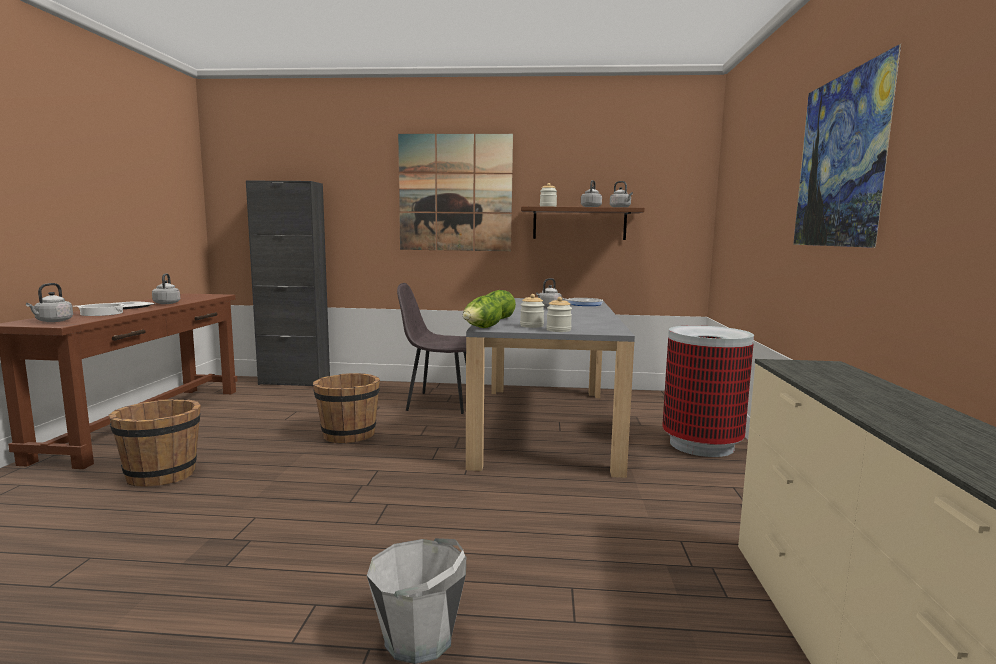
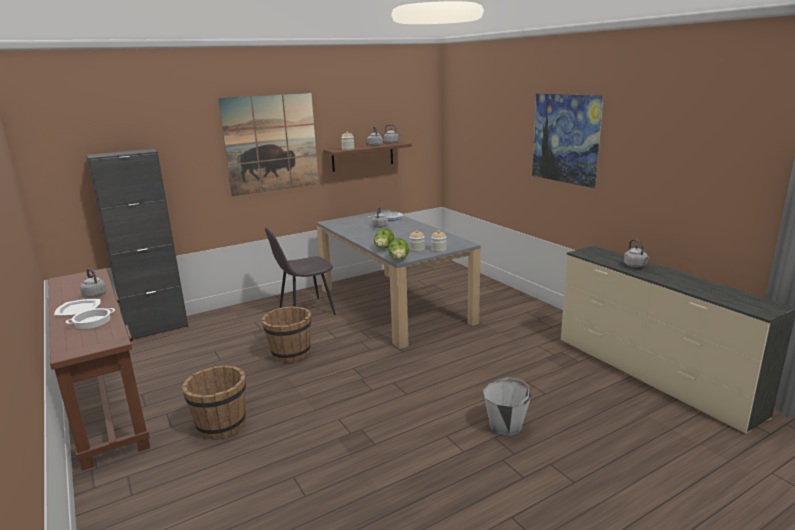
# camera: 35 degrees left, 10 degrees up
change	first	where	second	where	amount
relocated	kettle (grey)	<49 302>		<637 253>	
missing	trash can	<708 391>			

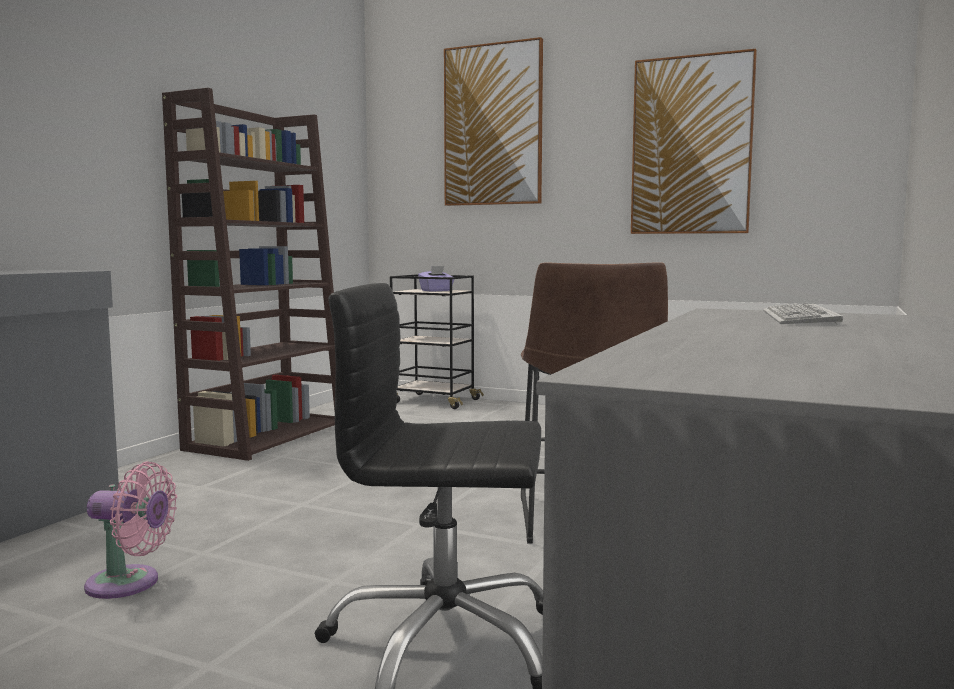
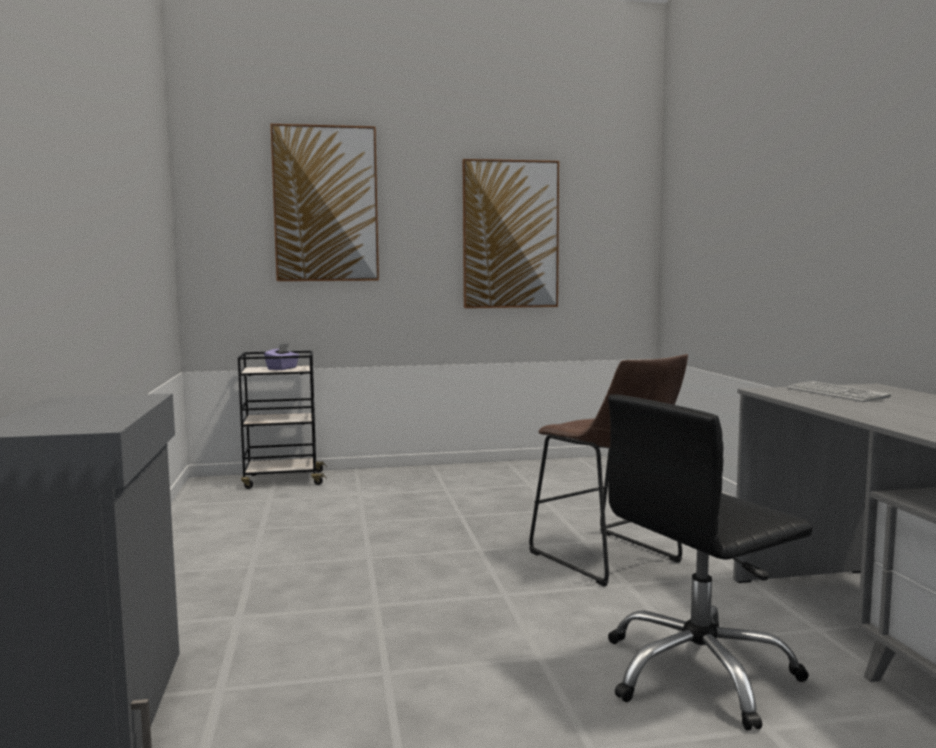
# camera: 35 degrees left, 0 degrees up
change	first	where	second	where	amount
missing	electric fan (pinkish)	<130 530>			
missing	shelving unit (brown)	<249 274>			

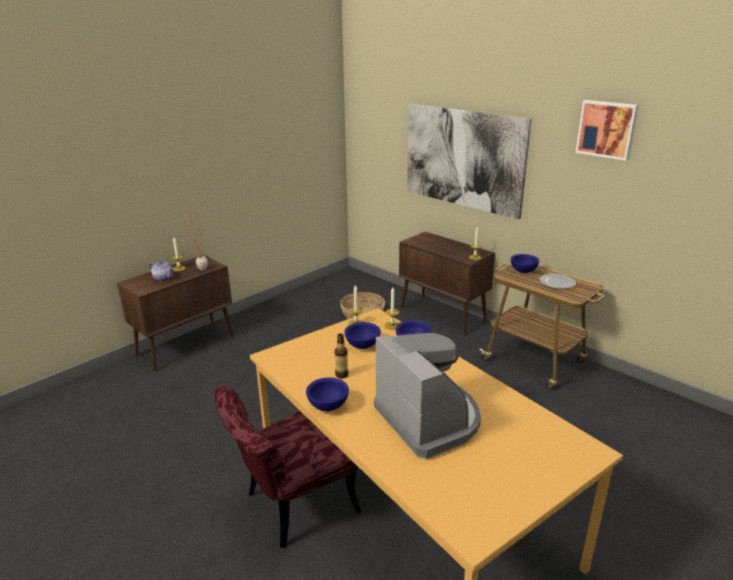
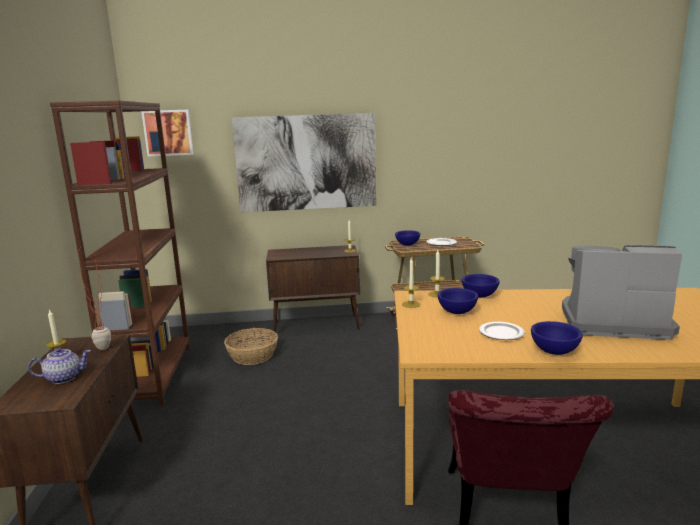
# camera: 50 degrees left, 10 degrees down
change	first	where	second	where	amount
exchanged	beverage bottle	<341 356>	flat dish	<502 331>	
relocated	picture	<607 130>		<167 133>	
appeared			shelving unit (brown)	<120 253>	

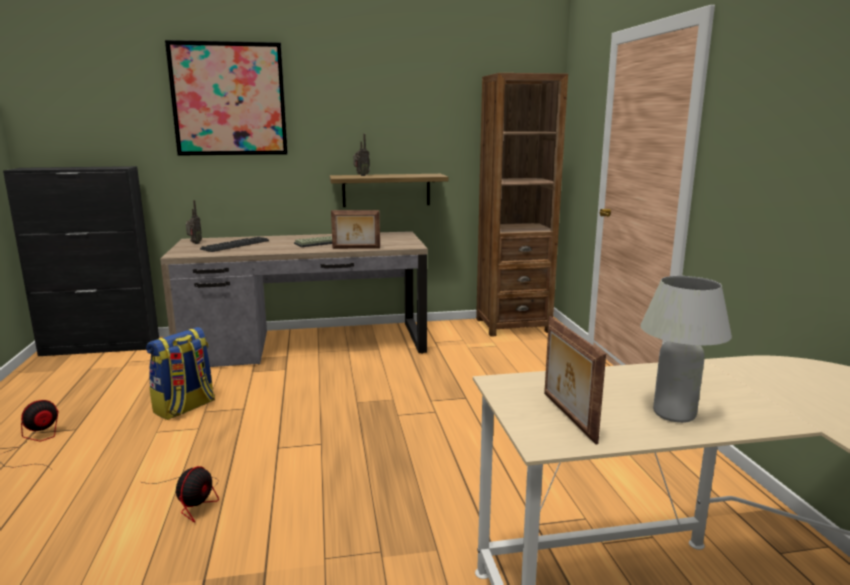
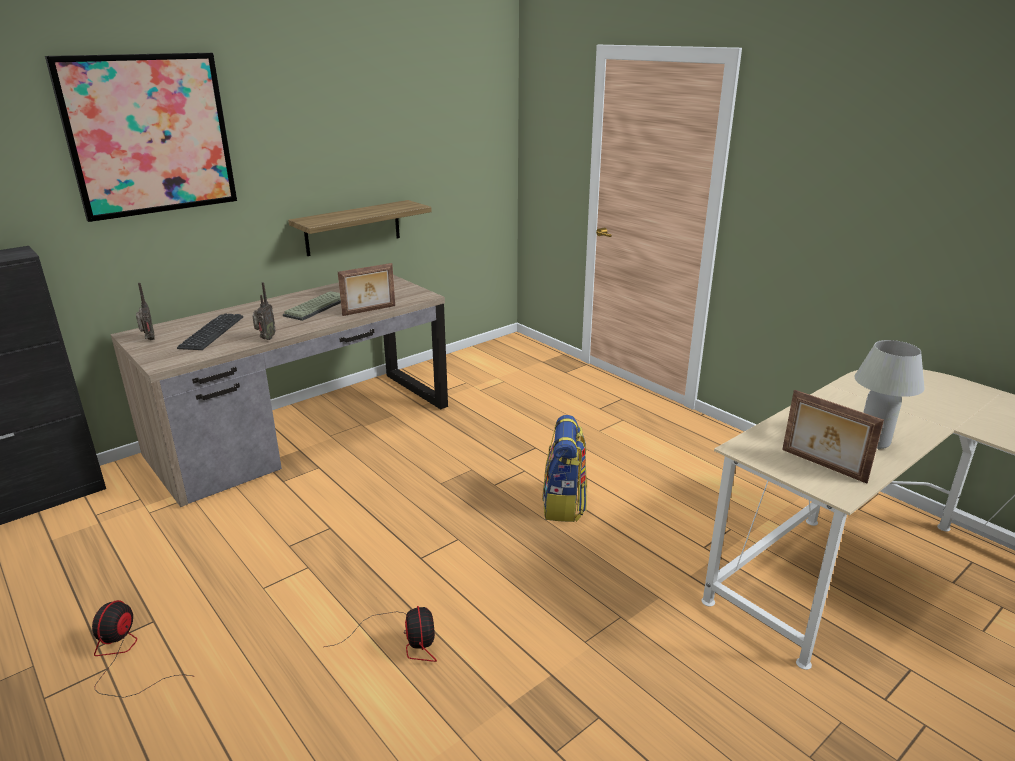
# camera: 30 degrees left, 10 degrees up
change	first	where	second	where	amount
relocated	backpack	<180 373>		<564 468>	
relocated	radio	<361 155>		<264 311>	
missing	shelving unit (brown)	<522 205>			

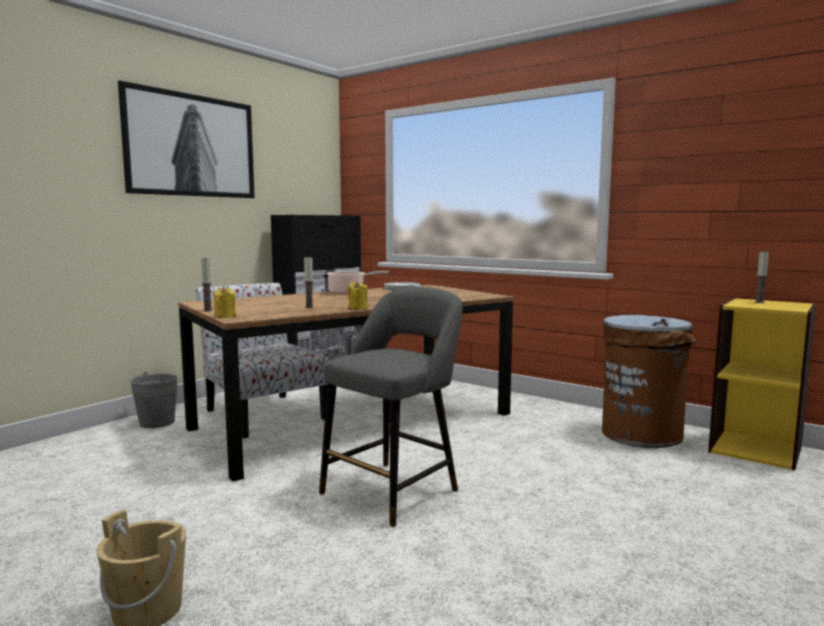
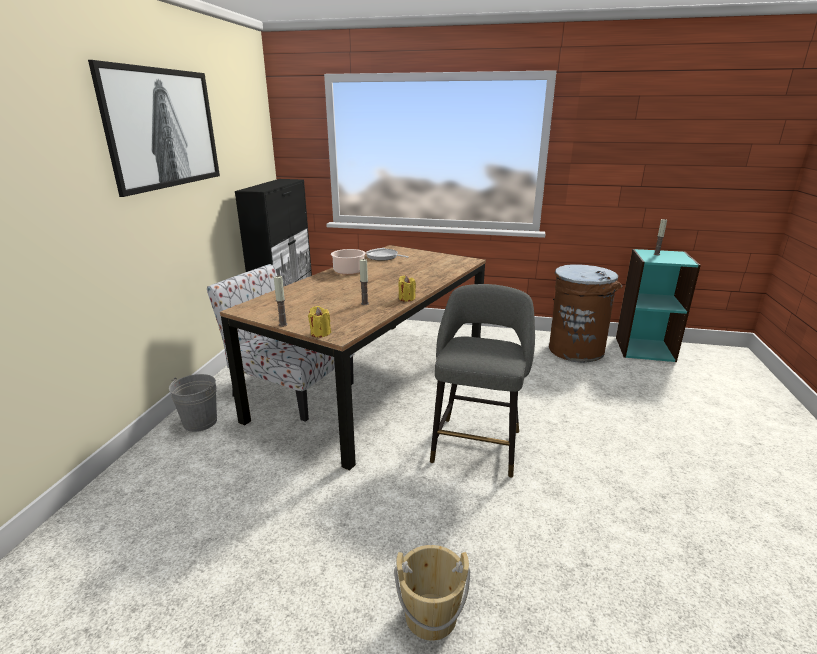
# camera: 25 degrees left, 15 degrees up
change	first	where	second	where	amount
colour	shelving unit (yellow)	<762 384>	shelving unit (turquoise)	<658 305>	

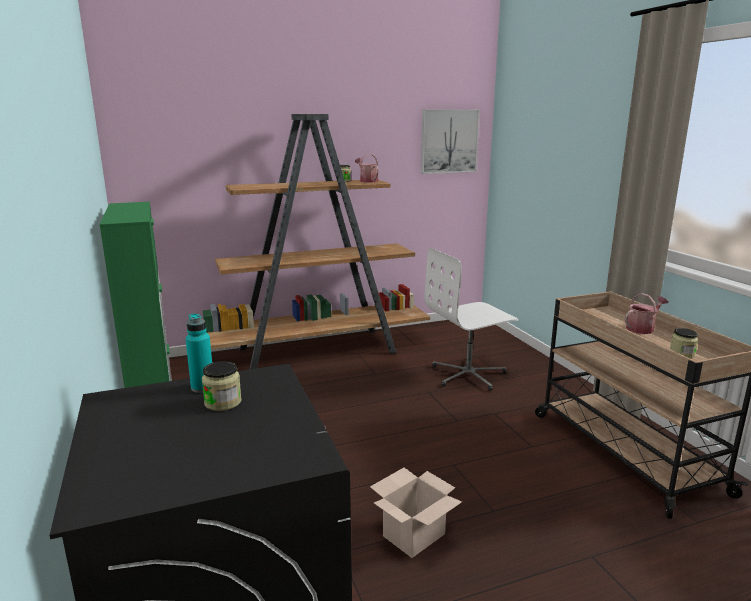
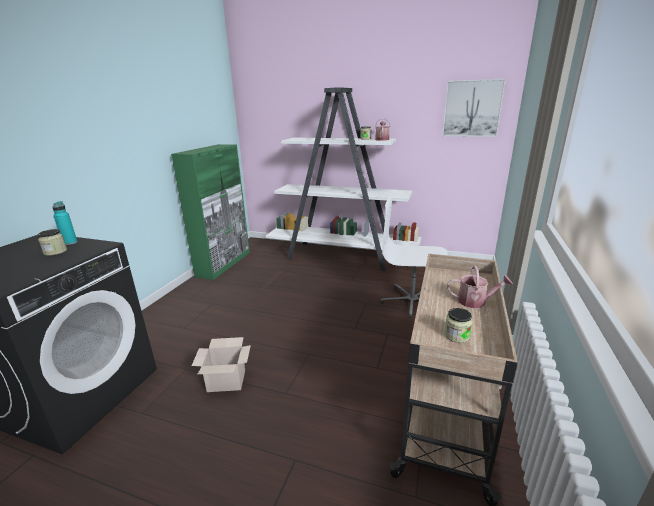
# camera: 40 degrees right, 5 degrees up
change	first	where	second	where	amount
colour	shelving unit (brown)	<316 241>	shelving unit (white-coloured)	<343 179>	

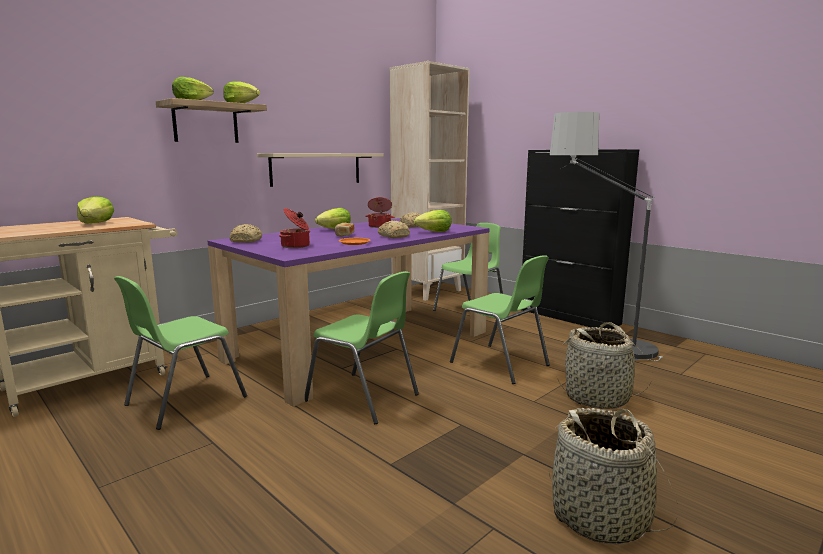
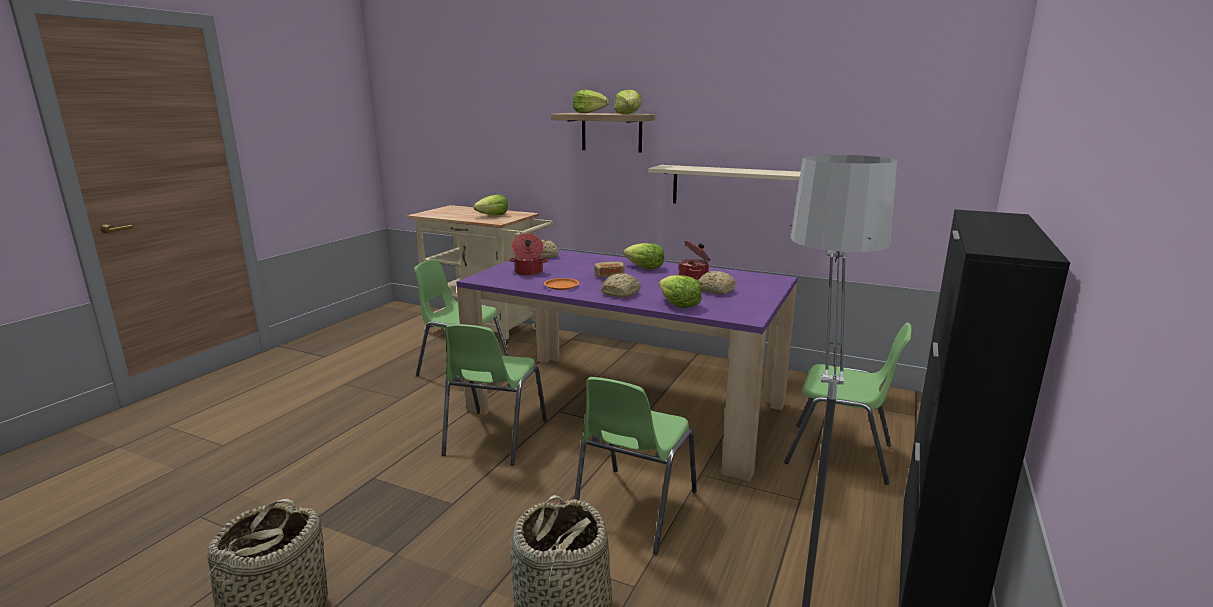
# camera: 70 degrees right, 5 degrees up
change	first	where	second	where	amount
missing	shelving unit (beige)	<430 181>			

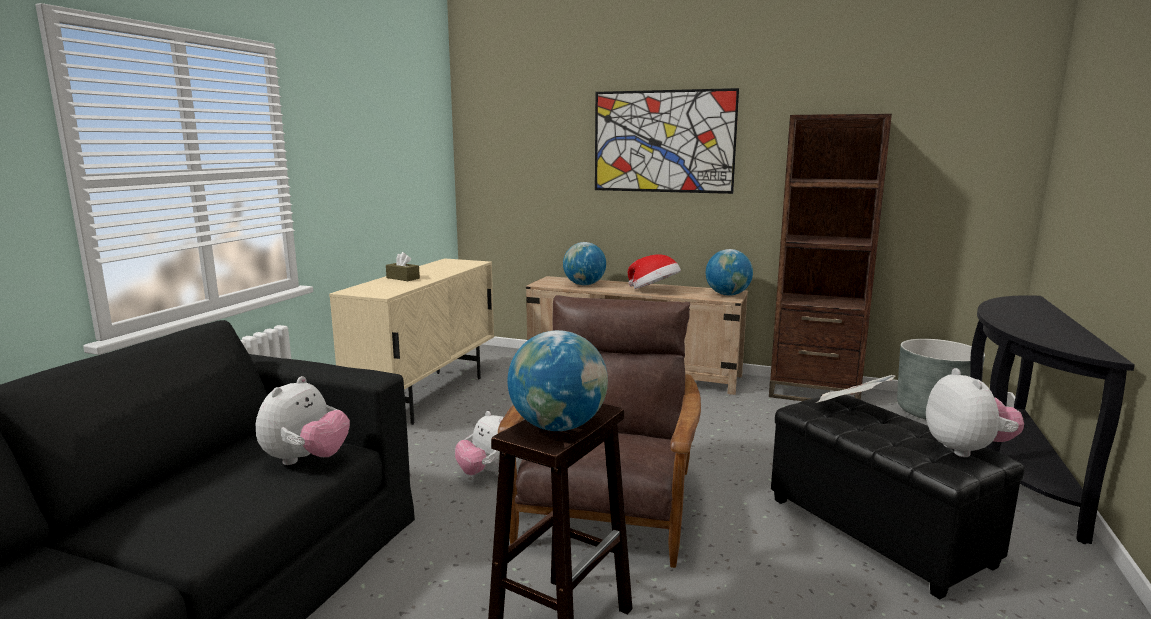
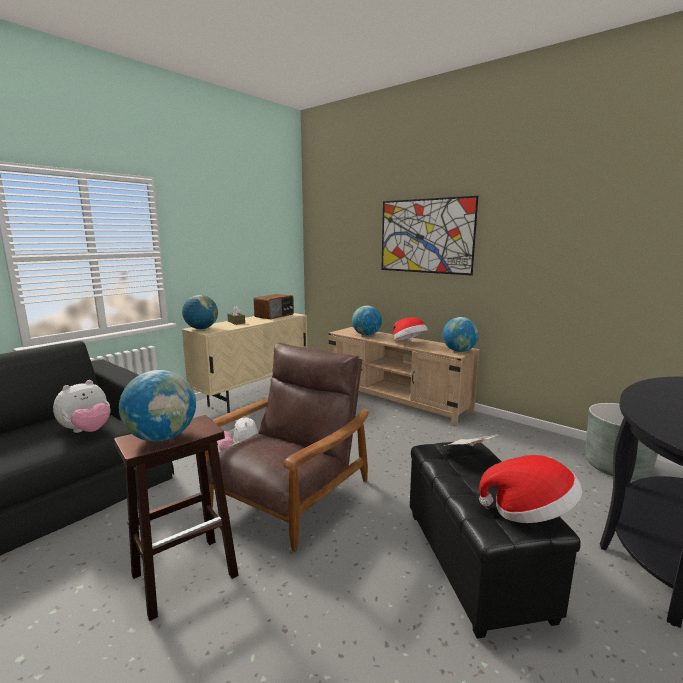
# camera: 20 degrees right, 0 degrees up
change	first	where	second	where	amount
missing	shelving unit (brown)	<830 257>			
exchanged	soft toy	<975 412>	clothing hat	<530 489>	
appeared			world globe	<200 312>	
appeared			radio	<274 306>	

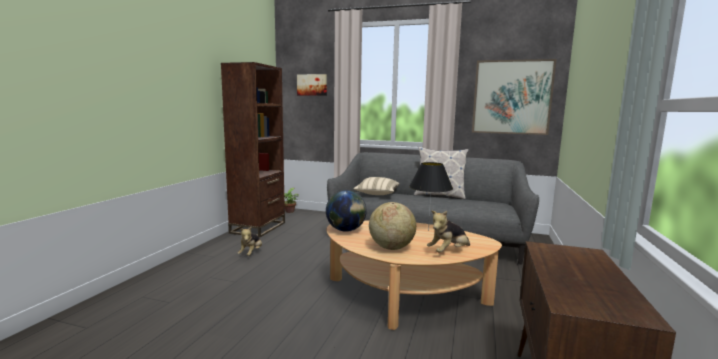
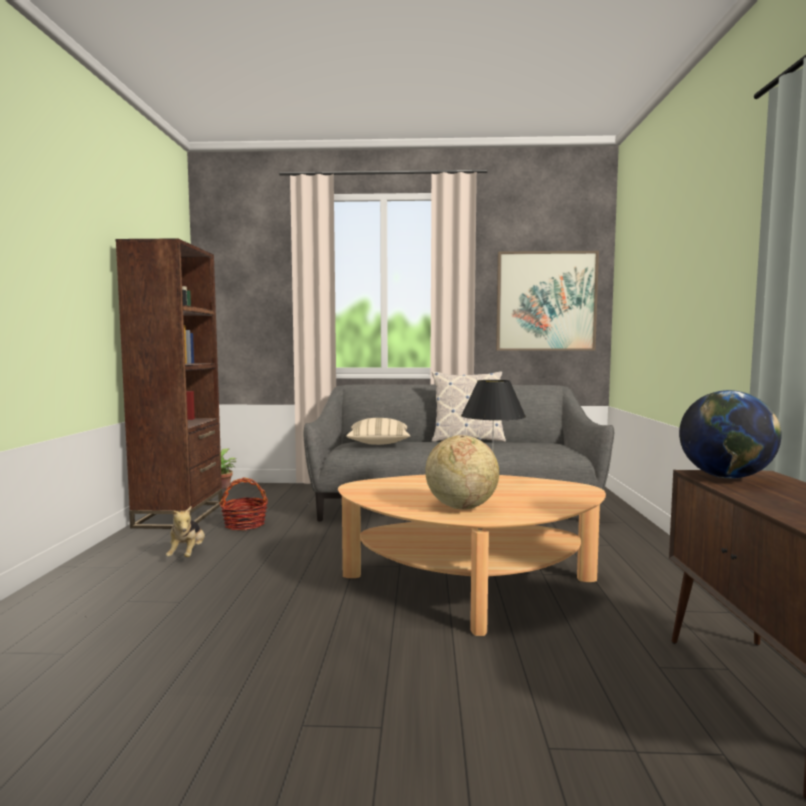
# camera: 15 degrees left, 5 degrees down
change	first	where	second	where	amount
missing	picture	<312 85>			
relocated	world globe	<346 211>		<730 434>	
missing	soft toy	<448 231>			
appeared			household basket	<243 504>	

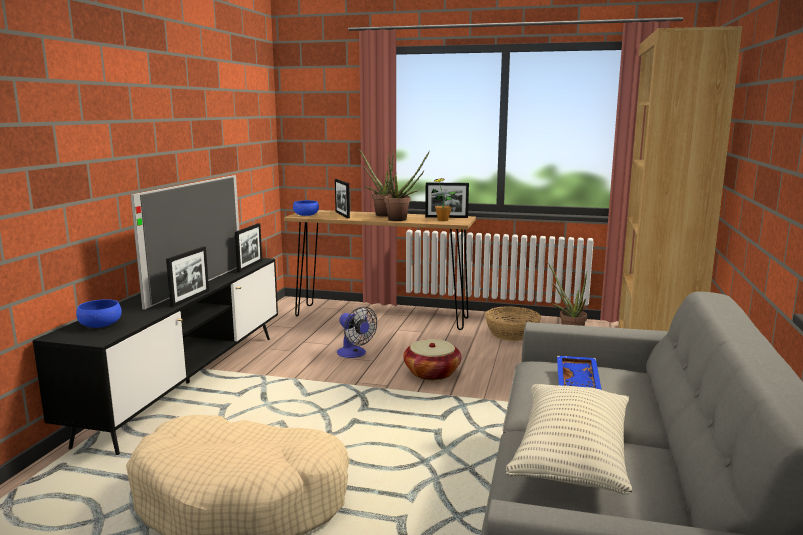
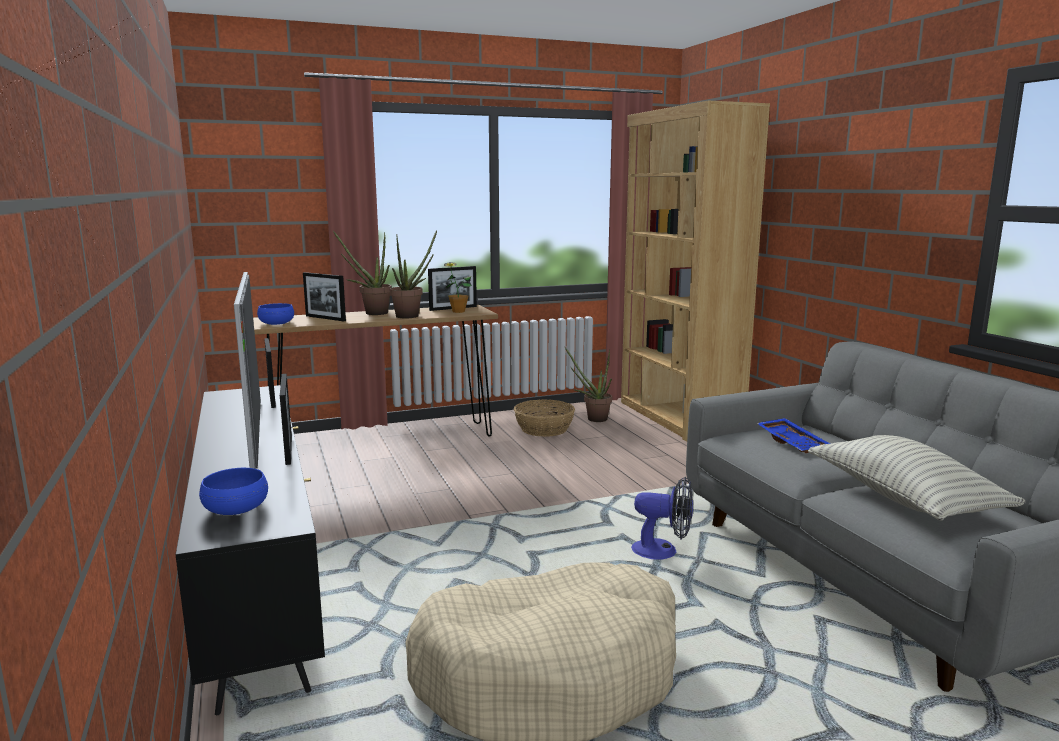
# camera: 35 degrees left, 0 degrees up
change	first	where	second	where	amount
relocated	electric fan	<357 332>		<662 518>	
missing	household basket	<432 360>			

